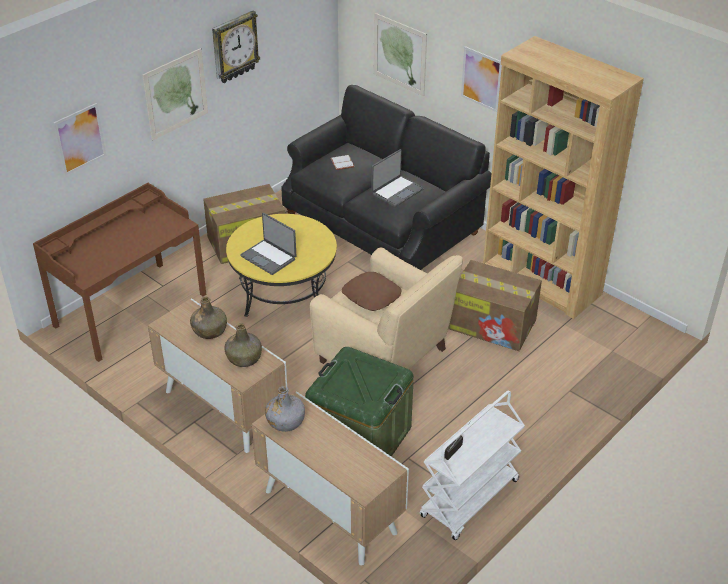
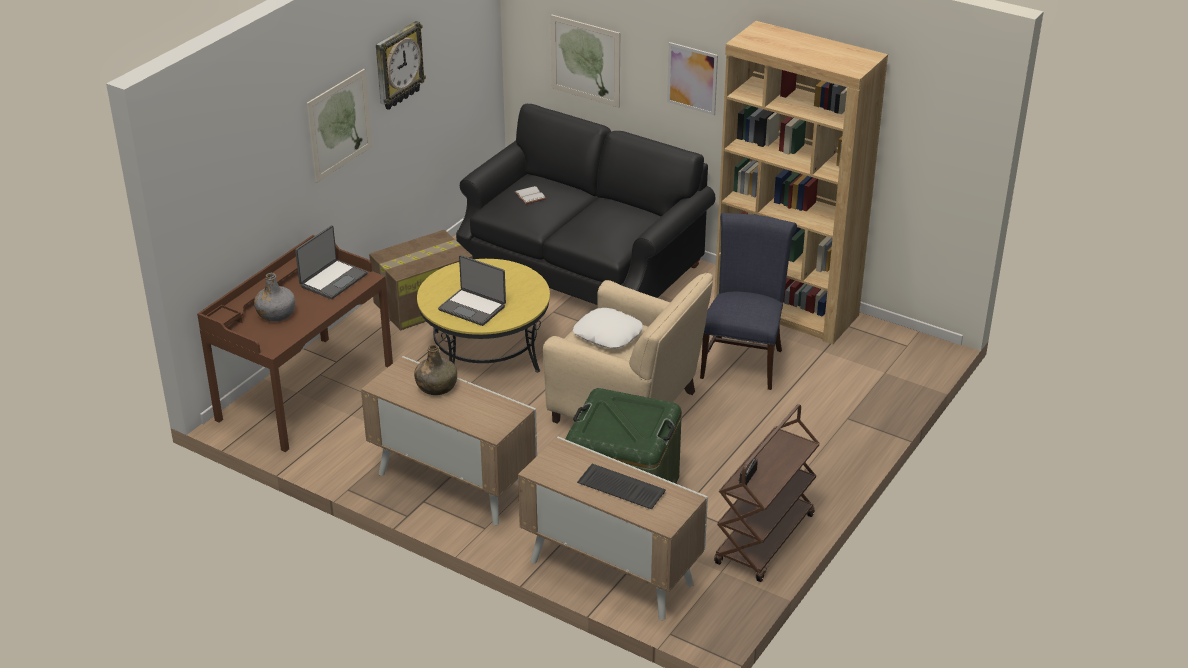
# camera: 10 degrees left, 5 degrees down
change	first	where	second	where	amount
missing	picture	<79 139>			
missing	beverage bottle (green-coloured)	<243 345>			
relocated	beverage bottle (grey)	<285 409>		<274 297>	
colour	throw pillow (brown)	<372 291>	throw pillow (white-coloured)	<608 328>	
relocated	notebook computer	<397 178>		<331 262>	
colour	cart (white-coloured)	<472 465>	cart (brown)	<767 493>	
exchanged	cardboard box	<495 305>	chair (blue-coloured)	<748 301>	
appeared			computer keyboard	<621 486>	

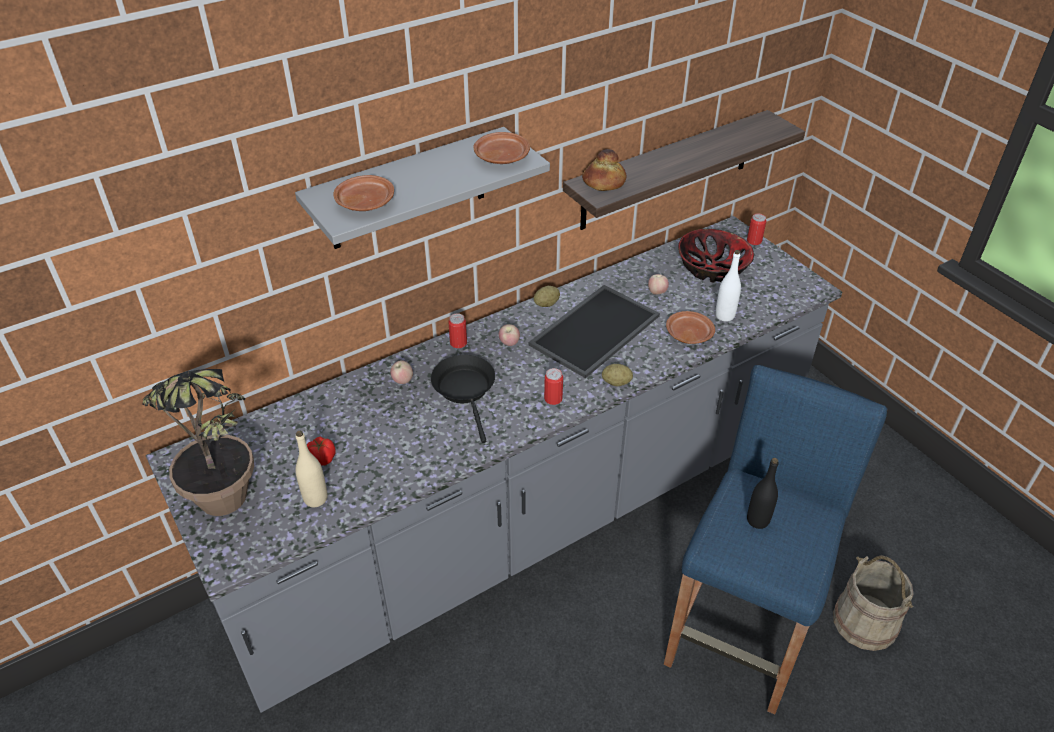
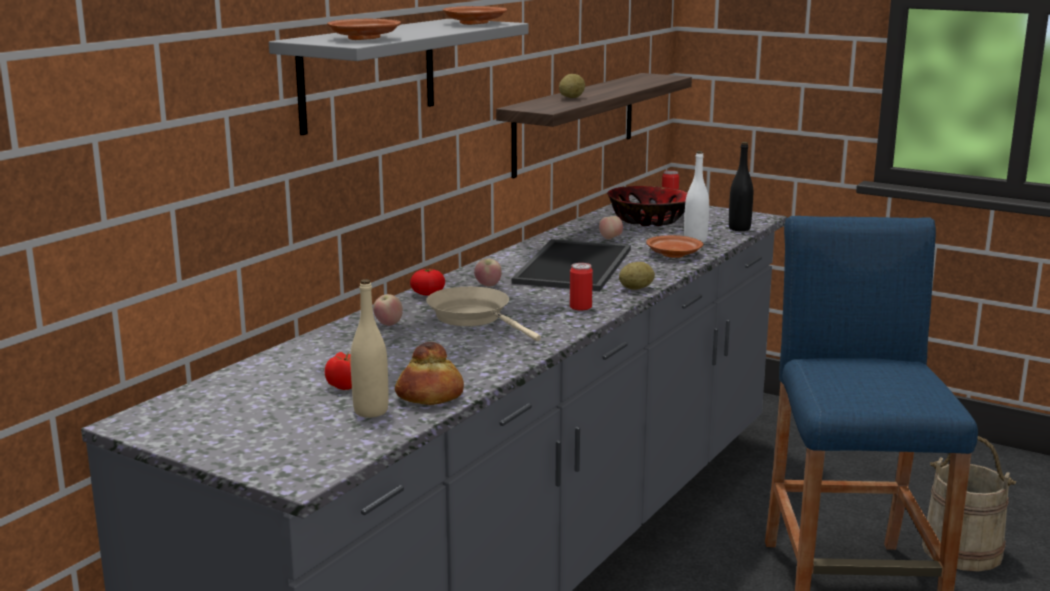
# camera: 25 degrees left, 25 degrees down
change	first	where	second	where	amount
missing	plant in a pot	<198 442>			
colour	skillet (black)	<463 399>	skillet (beige)	<483 314>	
exchanged	metal can	<457 330>	fresh tomato	<427 282>	
relocated	spud	<547 296>		<572 86>	
relocated	bakery bread	<604 170>		<429 373>	
relocated	beverage bottle (black)	<763 493>		<741 186>	

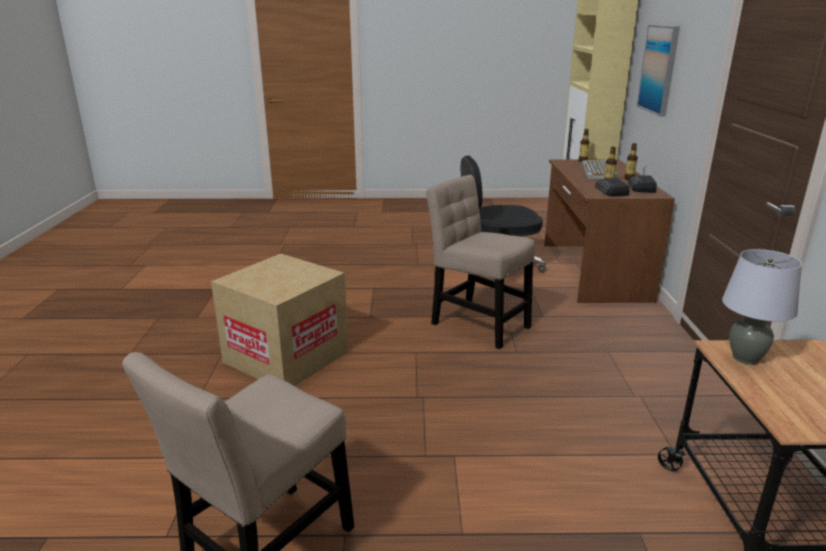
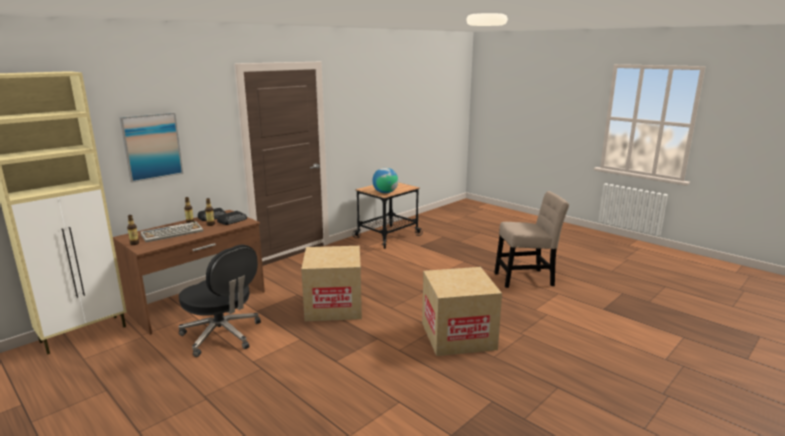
# camera: 135 degrees left, 5 degrees down
change	first	where	second	where	amount
exchanged	chair (beige)	<480 262>	cardboard box	<331 283>	
exchanged	tabletop lamp (grey)	<762 307>	world globe	<385 180>	

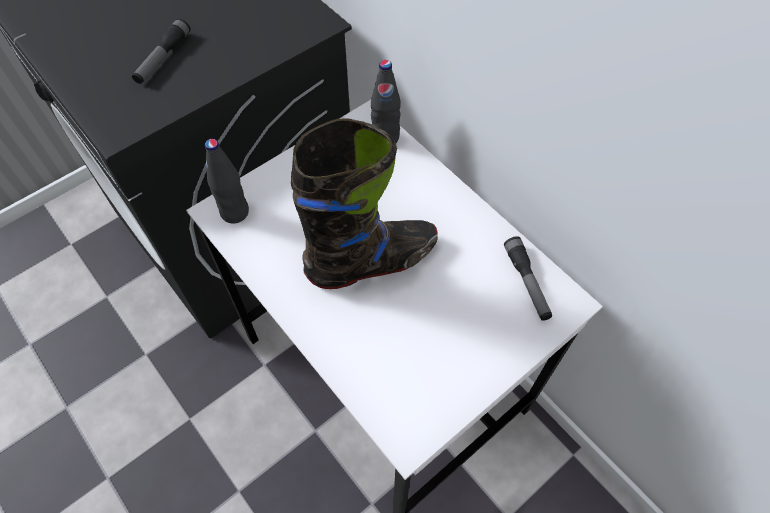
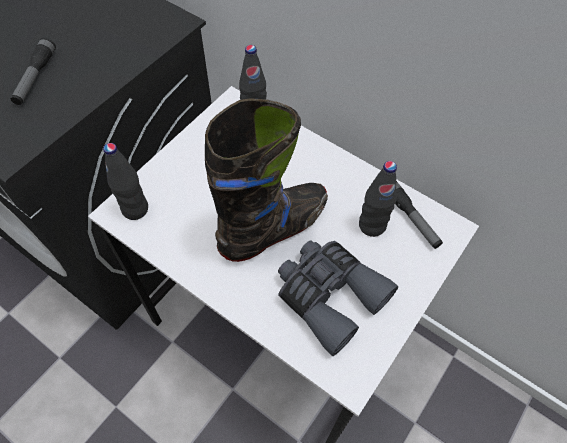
# camera: 15 degrees left, 0 degrees up
change	first	where	second	where	amount
appeared			binoculars (grey)	<338 298>	
appeared			beverage bottle (black)	<378 199>	

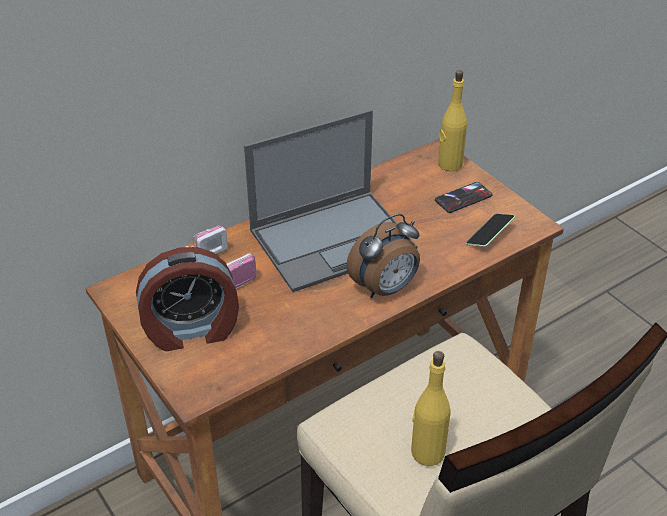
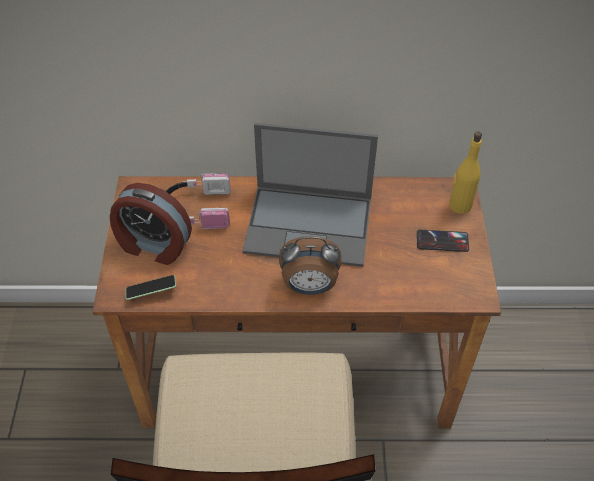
# camera: 35 degrees right, 10 degrees up
change	first	where	second	where	amount
missing	beverage bottle (yellow)	<430 408>			
relocated	phone	<490 230>		<150 287>	

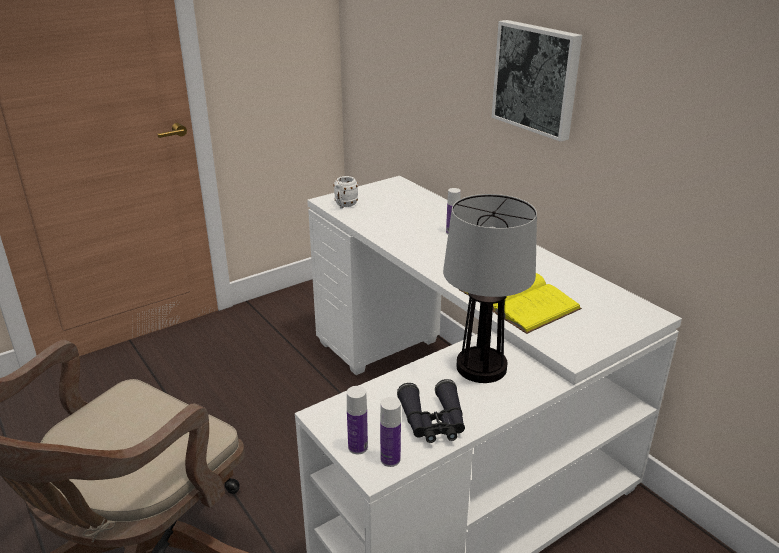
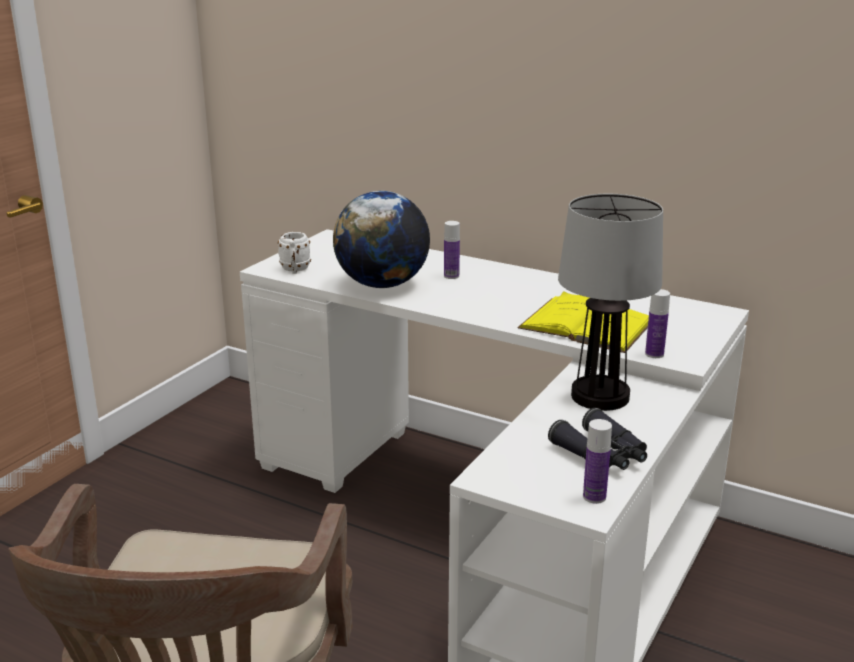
# camera: 25 degrees left, 5 degrees down
change	first	where	second	where	amount
relocated	beverage bottle	<357 420>		<657 323>	
missing	picture	<537 81>			
appeared			world globe	<381 239>	

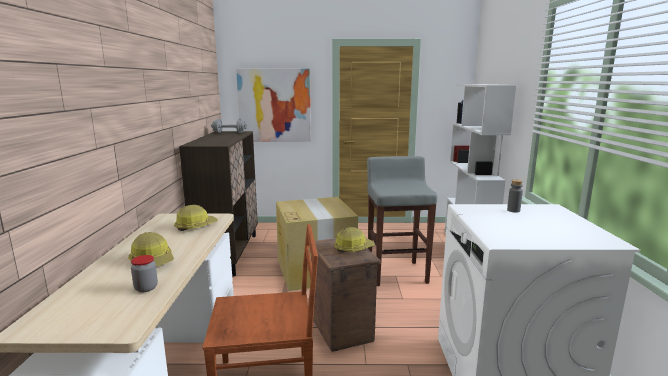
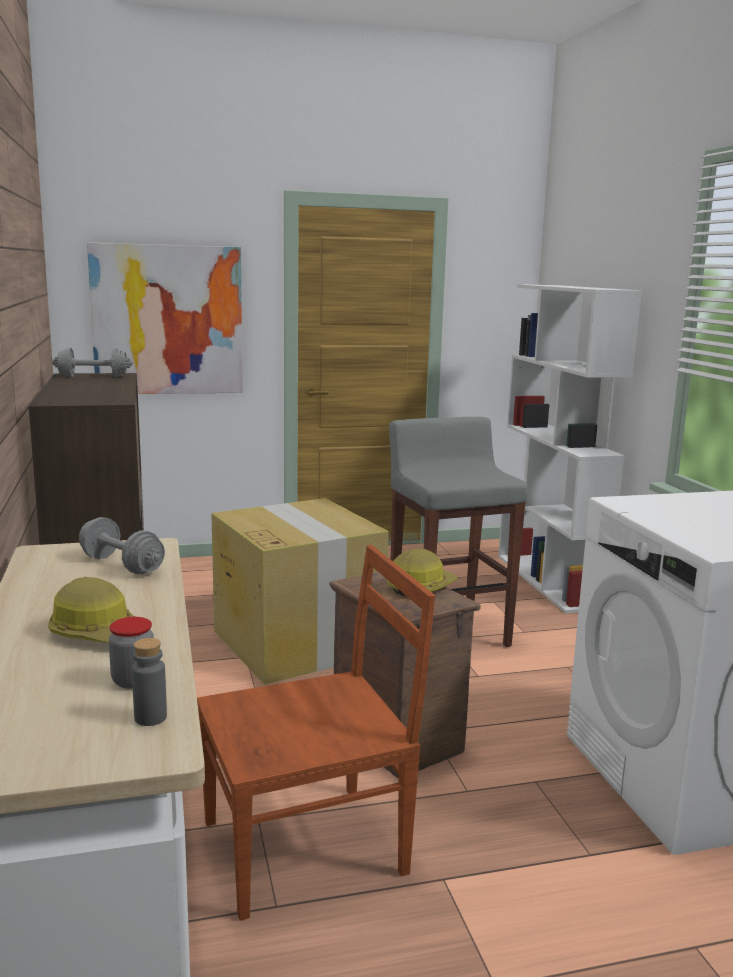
# camera: 15 degrees left, 0 degrees up
change	first	where	second	where	amount
exchanged	hard hat	<196 218>	free weight (grey)	<122 545>	
relocated	beverage bottle (grey)	<515 196>		<149 682>	

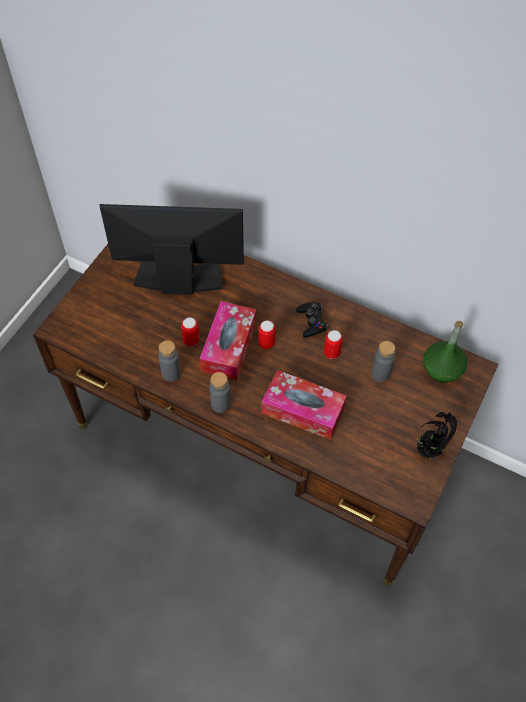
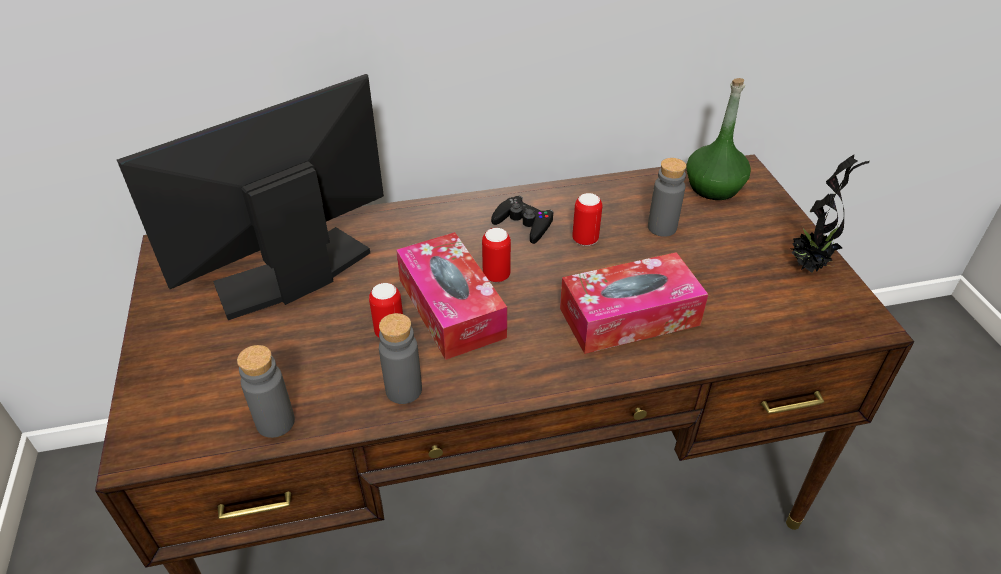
# camera: 40 degrees left, 15 degrees down
change	first	where	second	where	amount
relocated	beverage bottle (grey)	<220 392>		<266 391>	

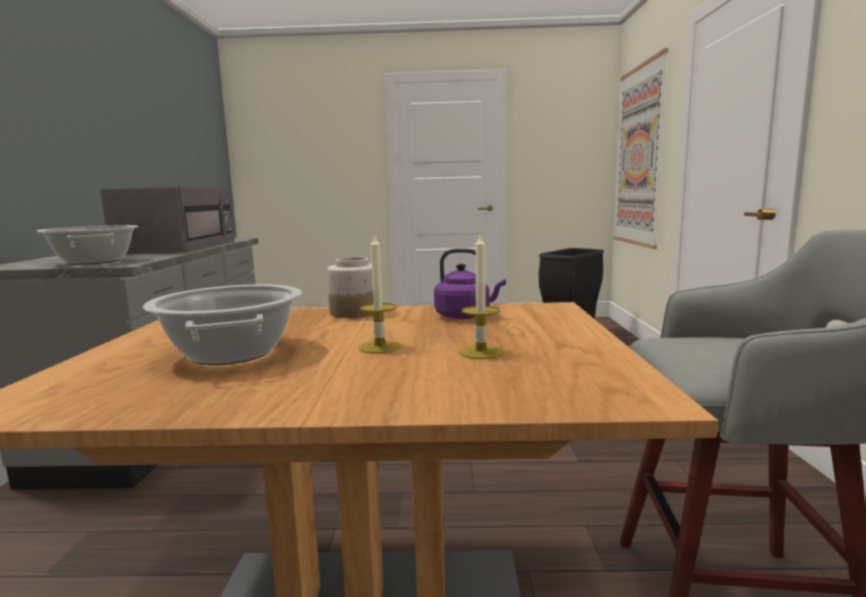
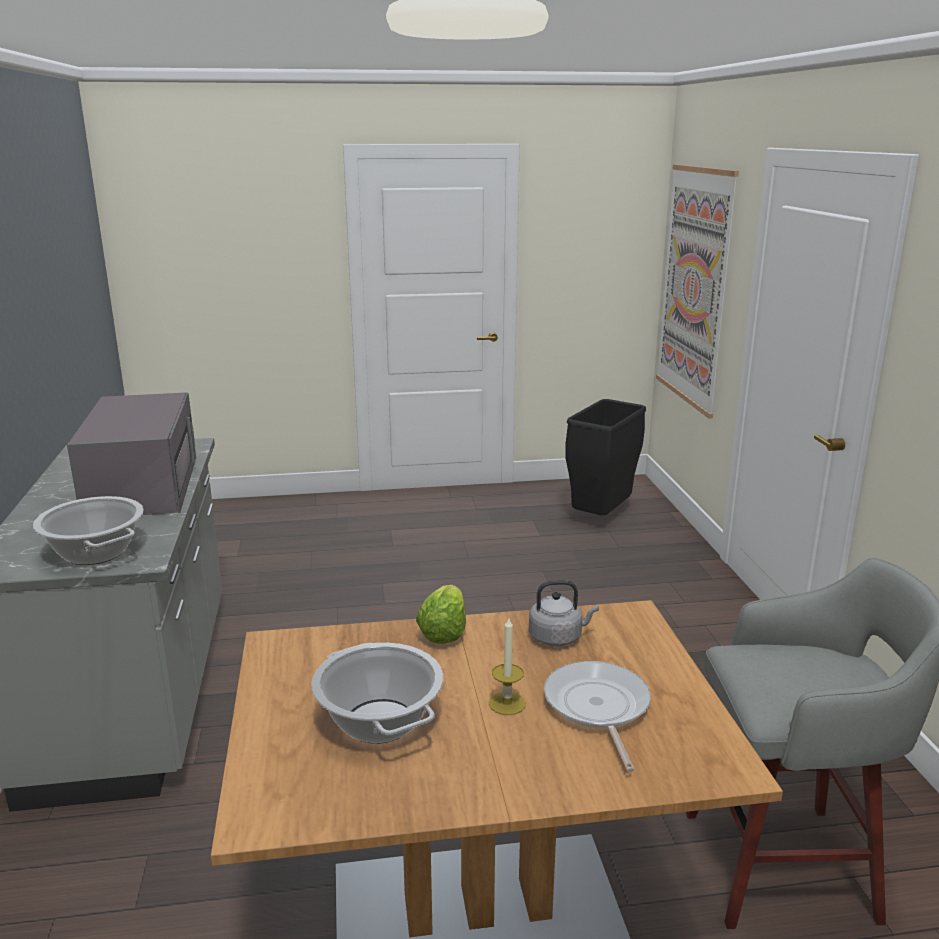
# camera: 10 degrees left, 10 degrees up
change	first	where	second	where	amount
exchanged	storage jar	<350 287>	lettuce head	<441 614>	
colour	kettle (purple)	<470 283>	kettle (grey)	<564 613>	
exchanged	wax candle	<481 297>	skillet	<597 716>	

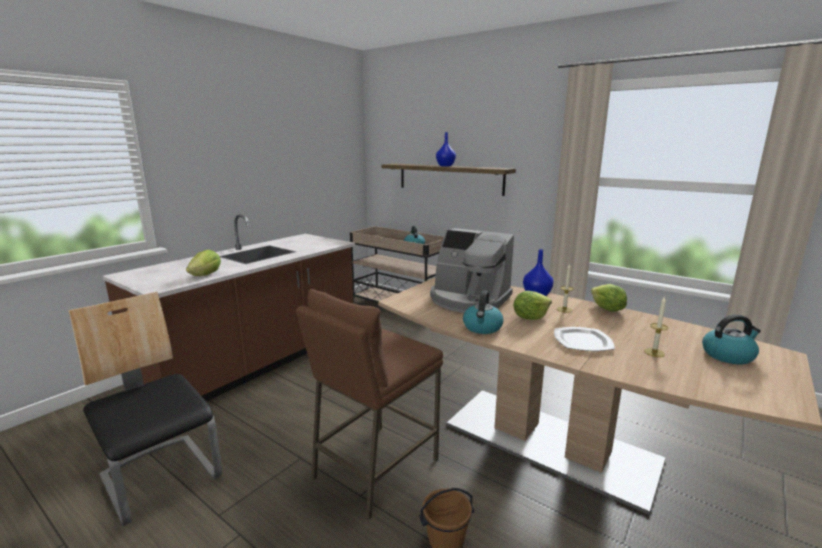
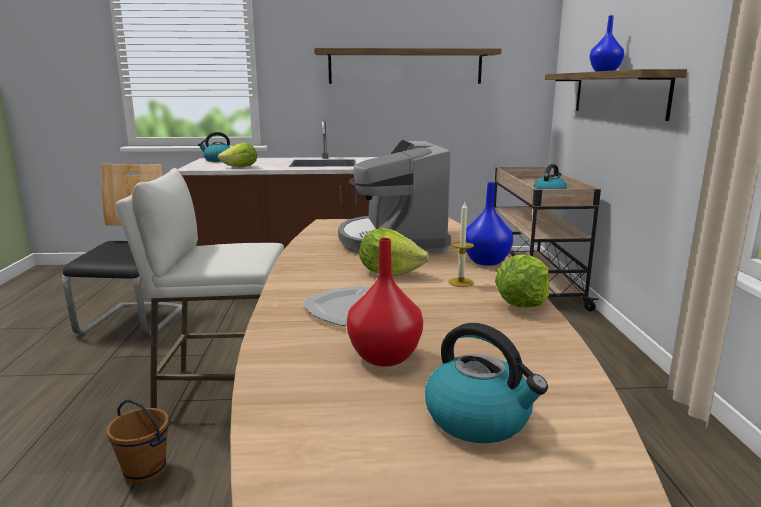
# camera: 50 degrees right, 0 degrees up
change	first	where	second	where	amount
colour	stool seat (brown)	<369 404>	stool seat (white-coloured)	<200 288>	
relocated	kettle	<483 312>		<214 147>	
exchanged	wax candle	<656 326>	vase (reddish)	<385 302>	
appeared			wall shelf	<408 66>	

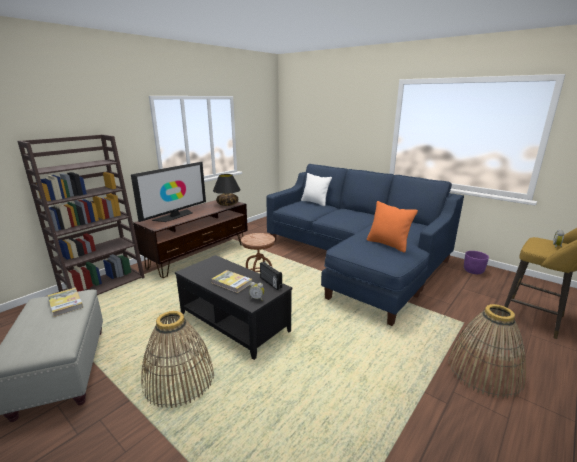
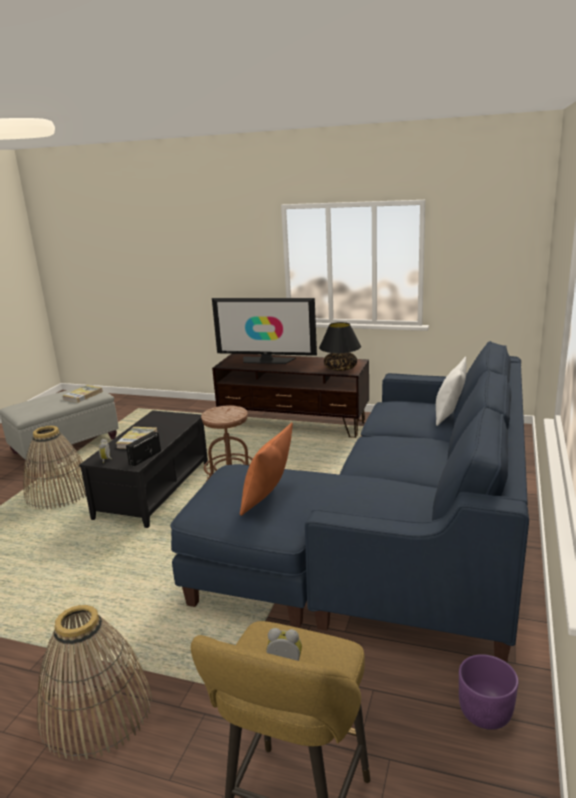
# camera: 70 degrees right, 0 degrees up
change	first	where	second	where	amount
missing	shelving unit (brown)	<81 214>			

